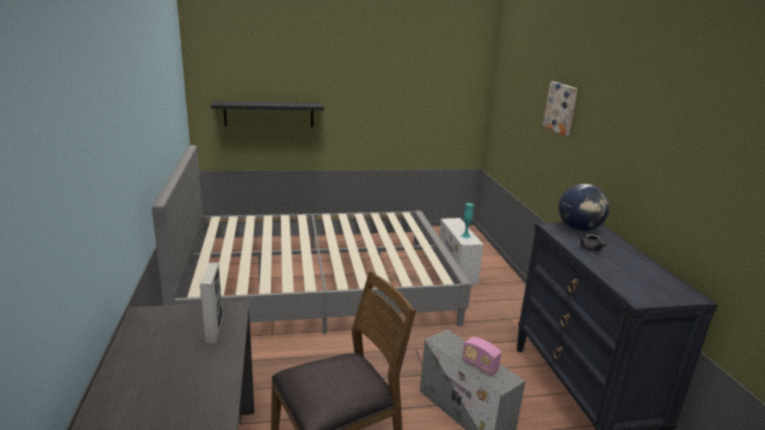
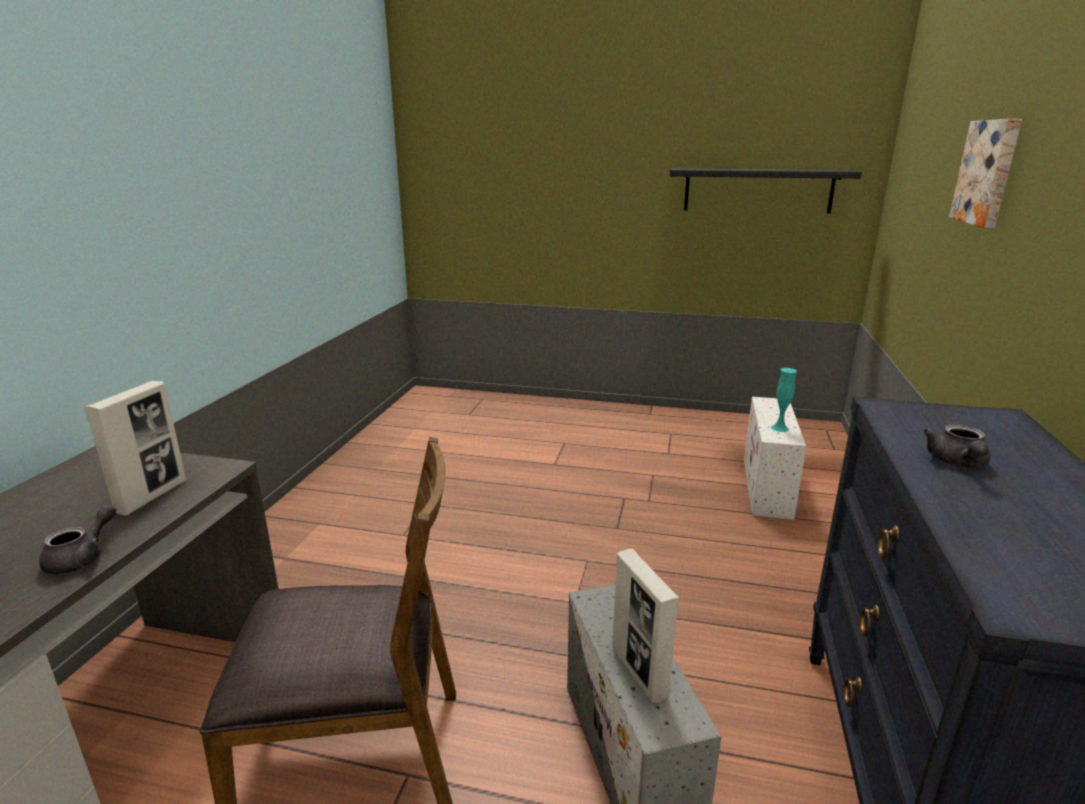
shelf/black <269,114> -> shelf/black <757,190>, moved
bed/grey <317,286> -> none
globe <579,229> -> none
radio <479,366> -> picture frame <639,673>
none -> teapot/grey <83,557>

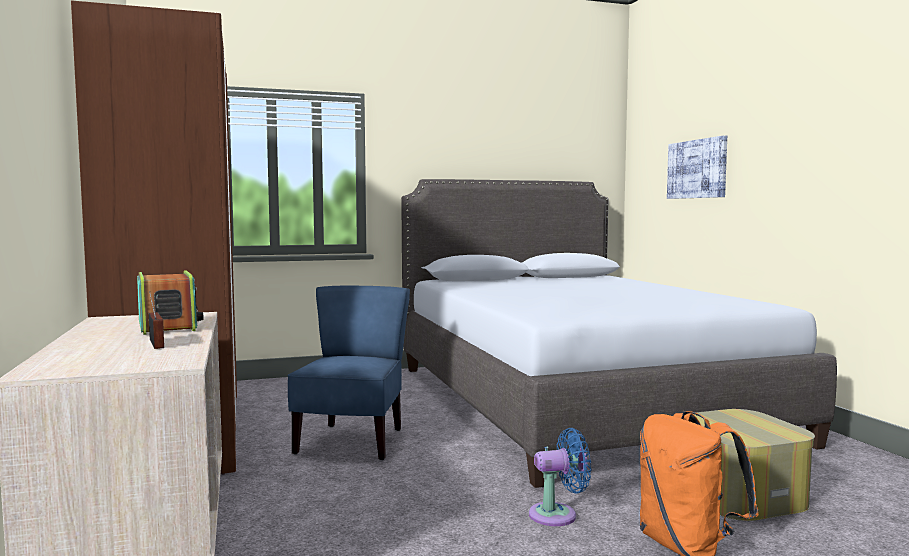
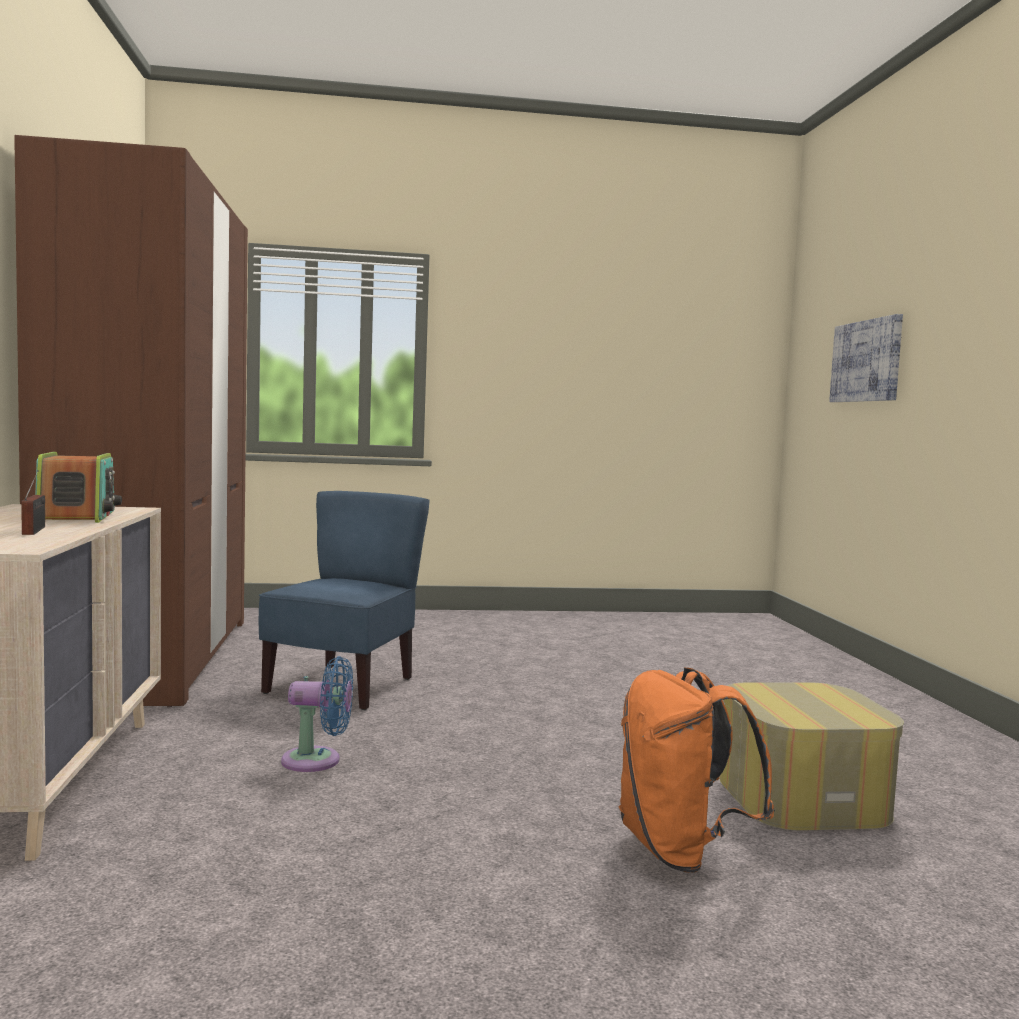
bed/grey <574,401> -> none
fan/blue <558,515> -> fan/blue <317,761>, moved

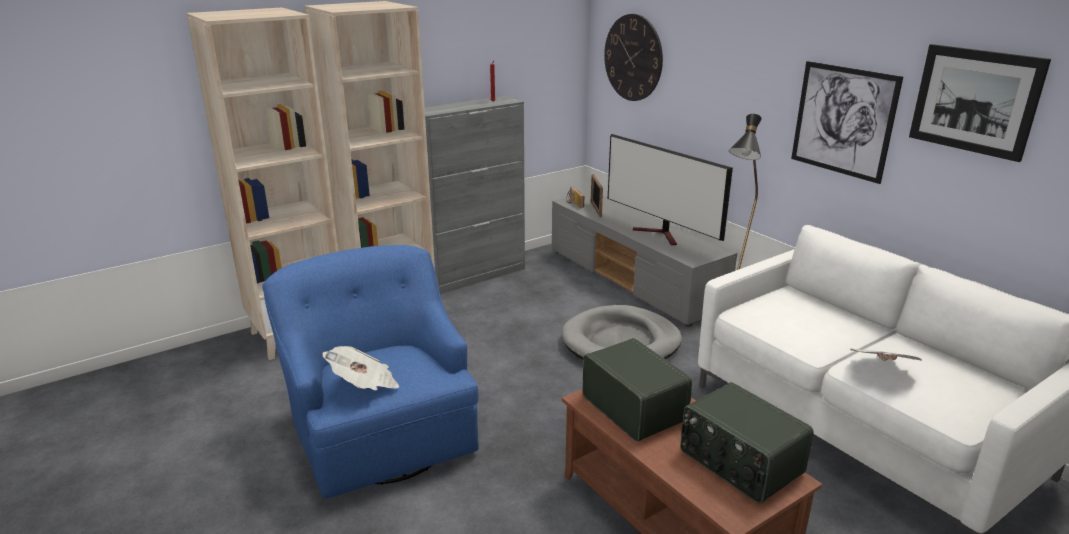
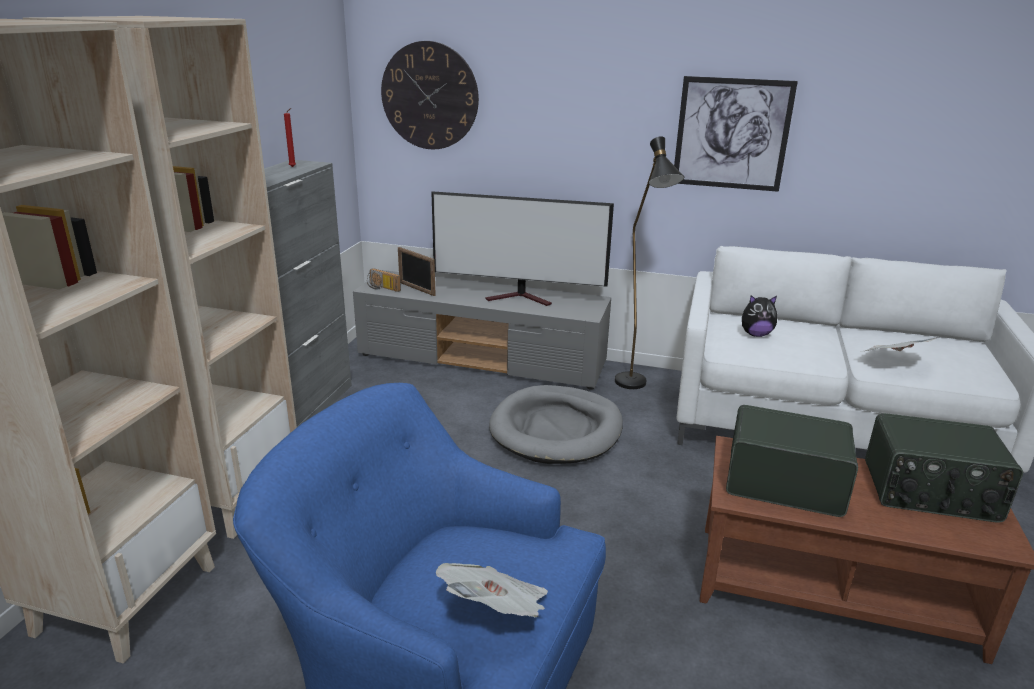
picture <974,101> -> none
none -> plush toy <755,334>

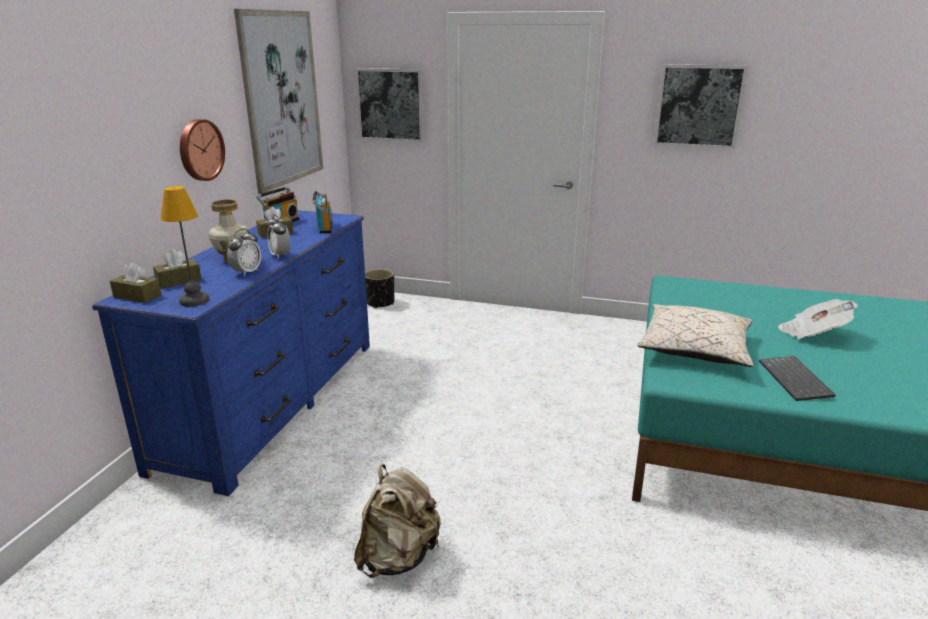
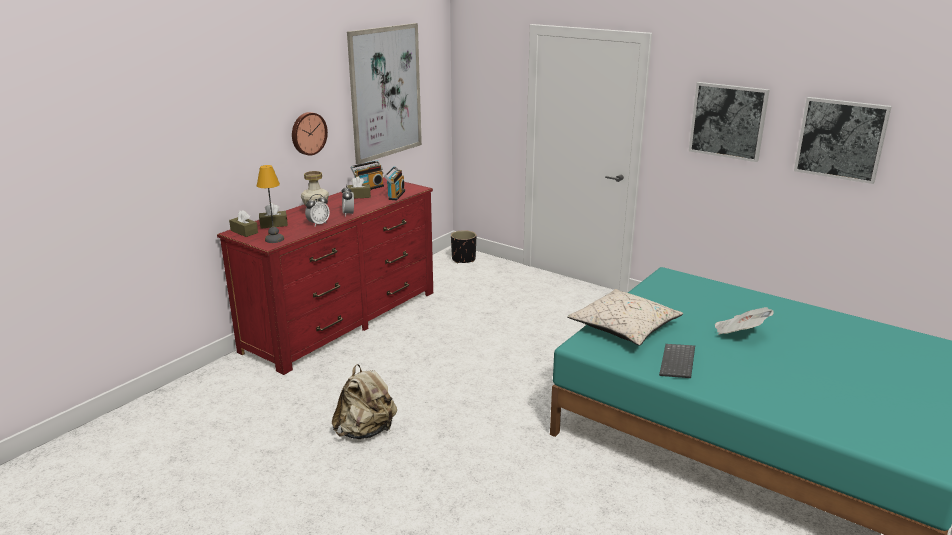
picture <390,105> -> picture <841,139>, moved
dresser/blue <274,400> -> dresser/red <343,320>

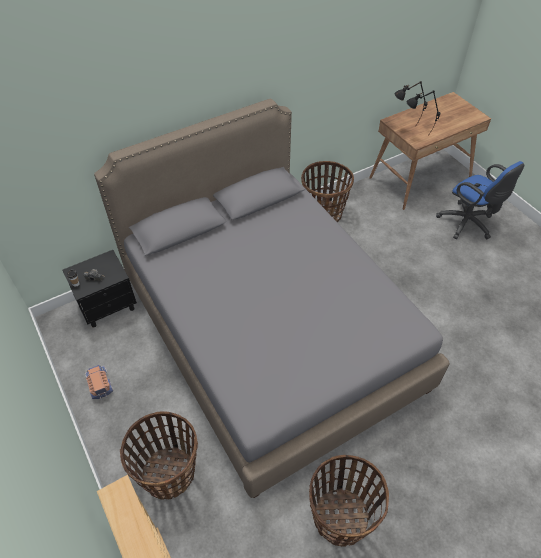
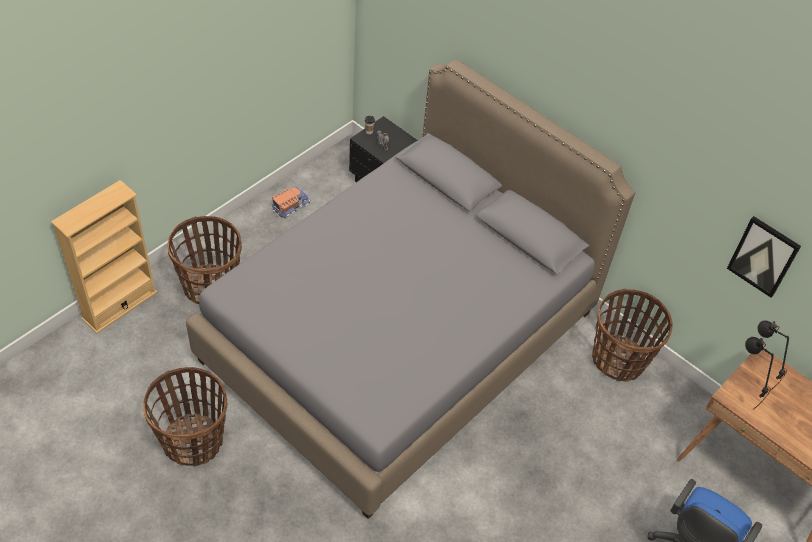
none -> picture <763,256>

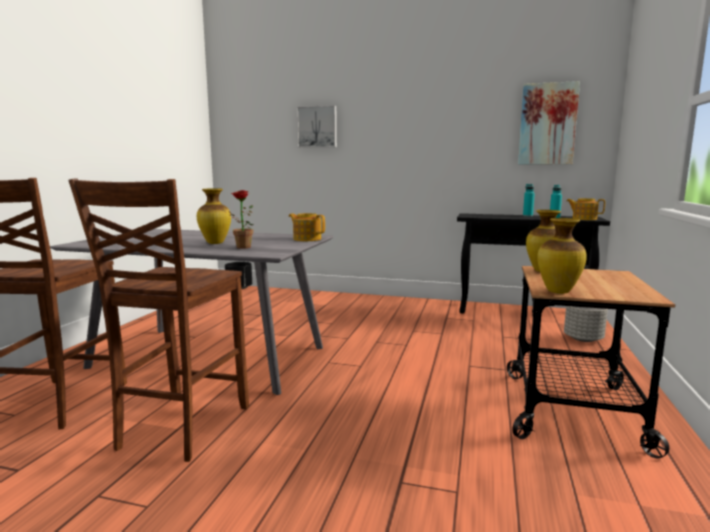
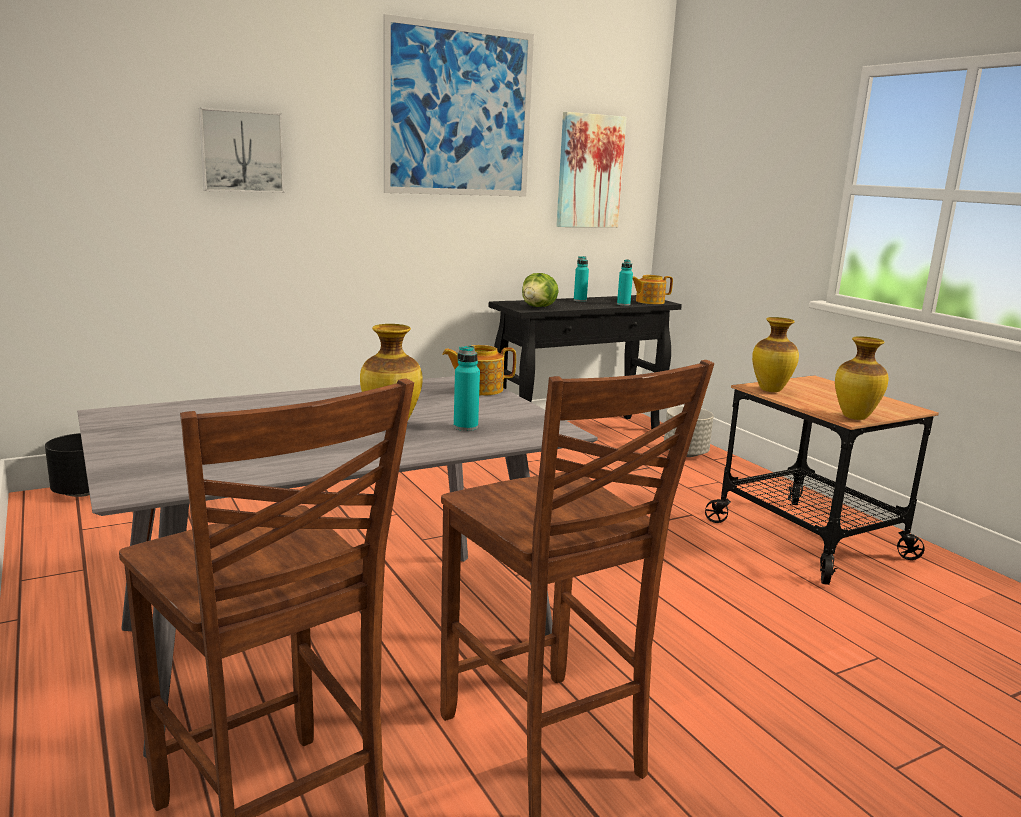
potted plant <240,247> -> bottle/turquoise <465,427>
none -> picture <459,112>
none -> lettuce <539,307>

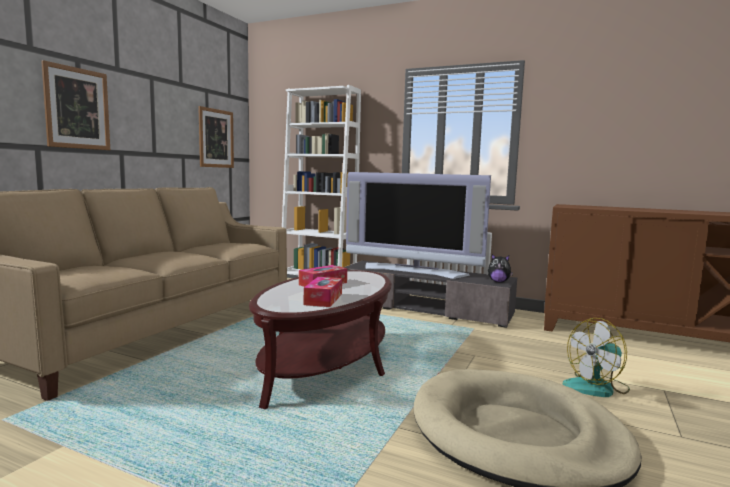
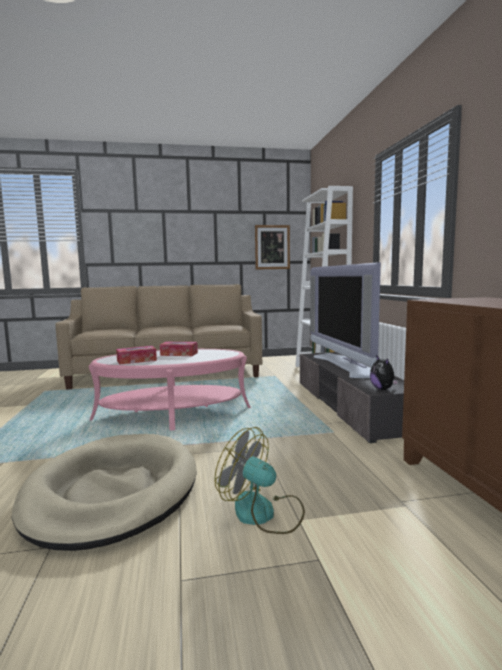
picture <77,108> -> none
coffee table/brown <326,363> -> coffee table/pink <172,413>

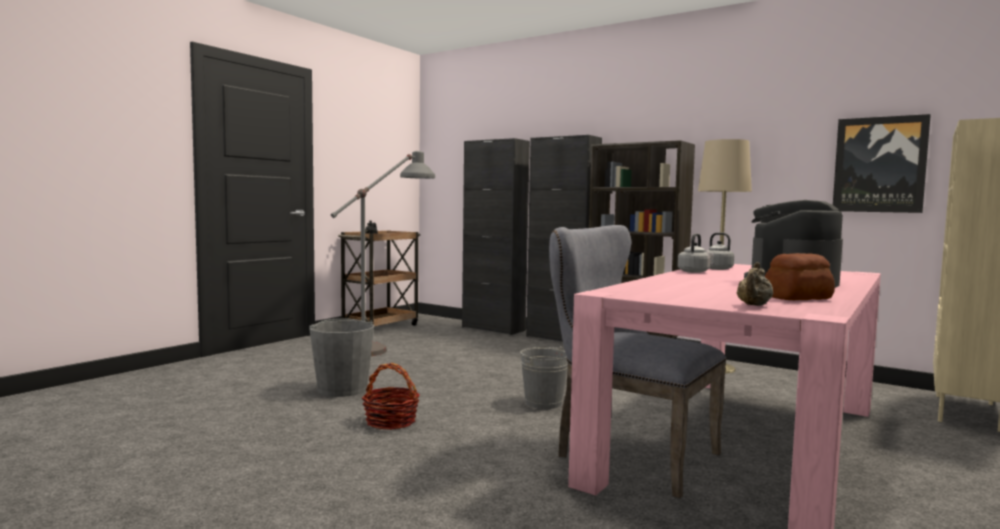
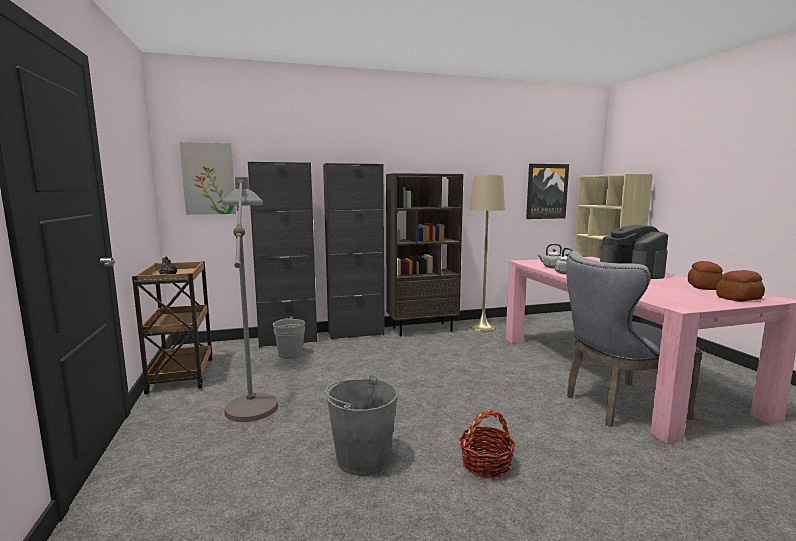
teapot/beige <753,305> -> bread <739,298>
bucket/grey <543,403> -> bucket/grey <290,354>, moved
none -> picture <209,179>

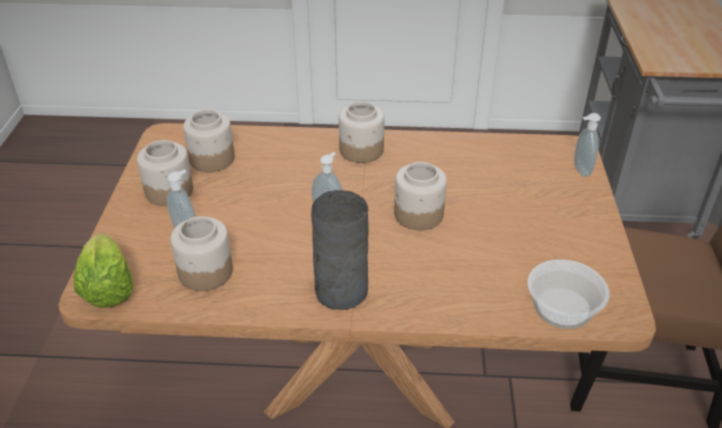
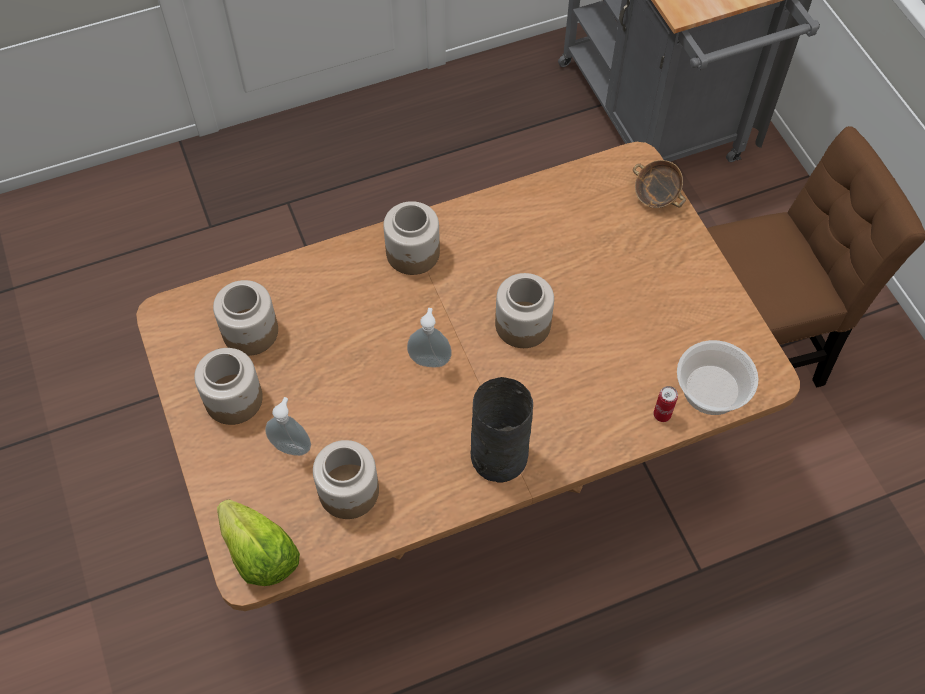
soap dispenser <580,170> -> bowl <656,196>
none -> can <662,415>

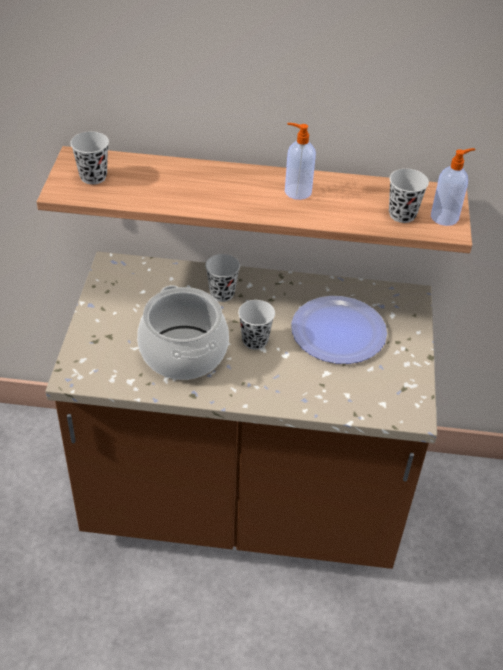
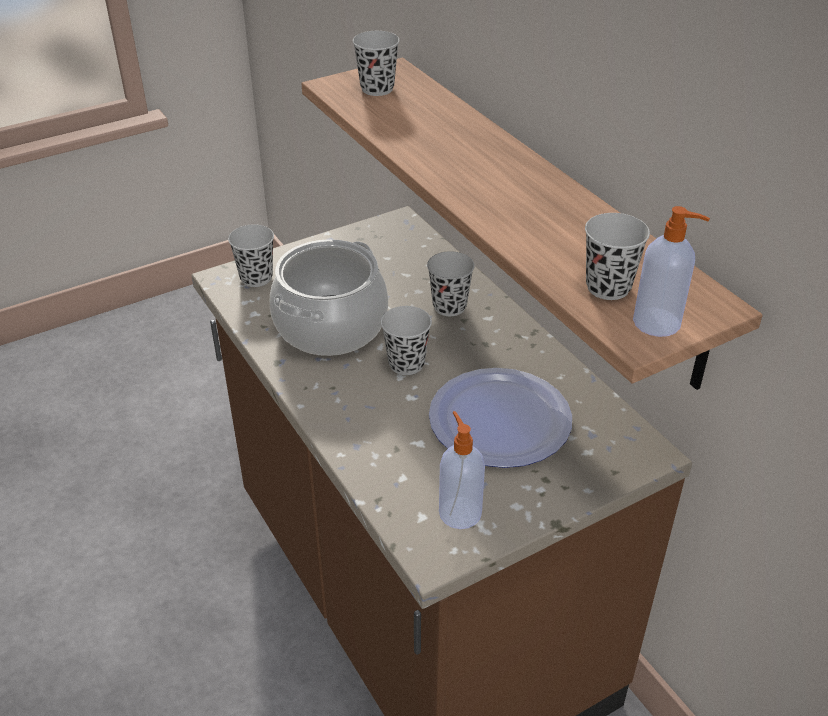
soap dispenser <297,191> -> soap dispenser <459,512>, moved
none -> cup/black <256,278>

